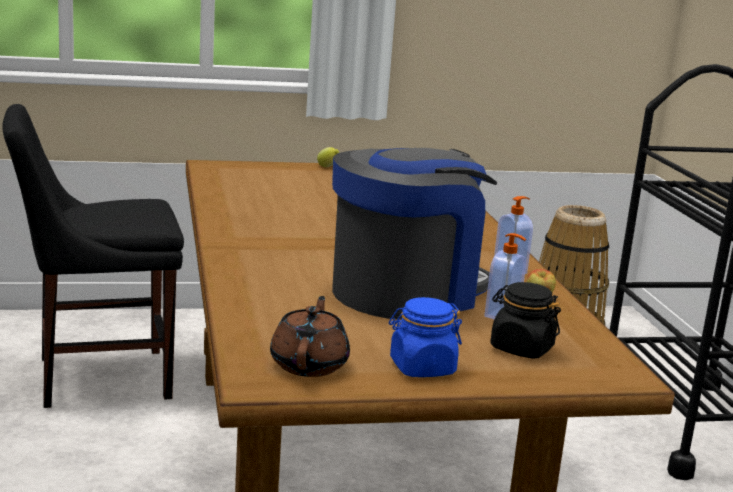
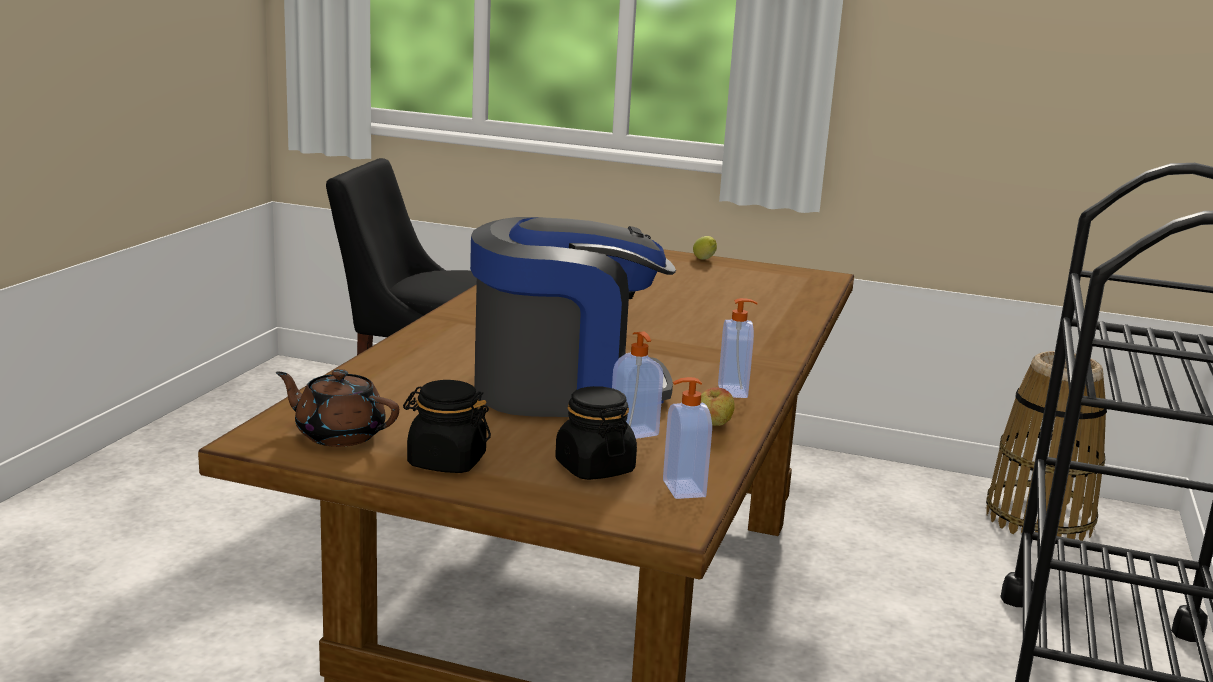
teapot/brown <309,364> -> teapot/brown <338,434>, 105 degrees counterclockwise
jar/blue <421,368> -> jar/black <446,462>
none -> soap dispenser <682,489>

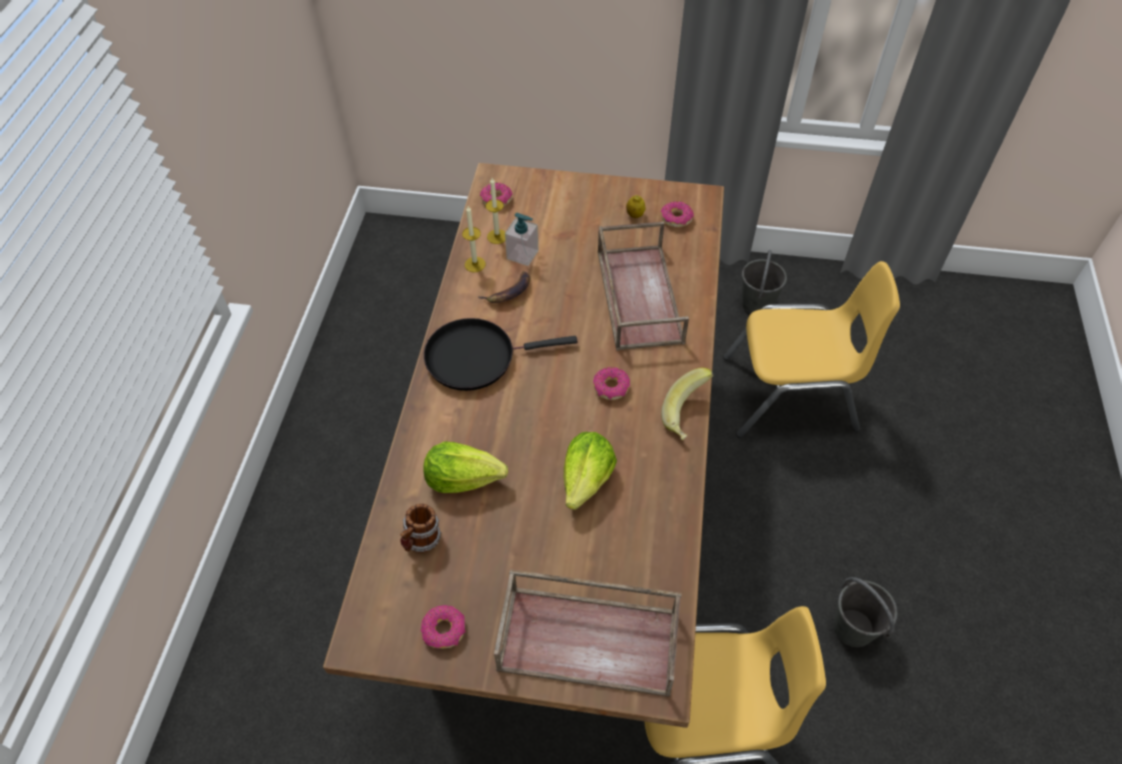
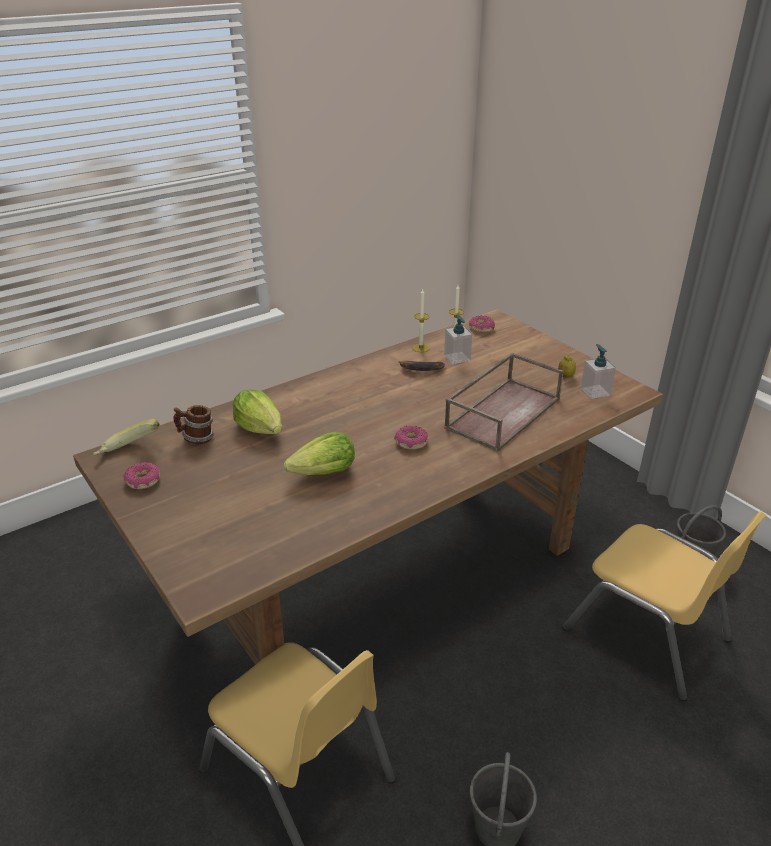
donut <676,218> -> soap dispenser <595,391>
frying pan/black <476,357> -> none
banana <688,415> -> banana <129,453>, moved
tray/brown <590,639> -> none

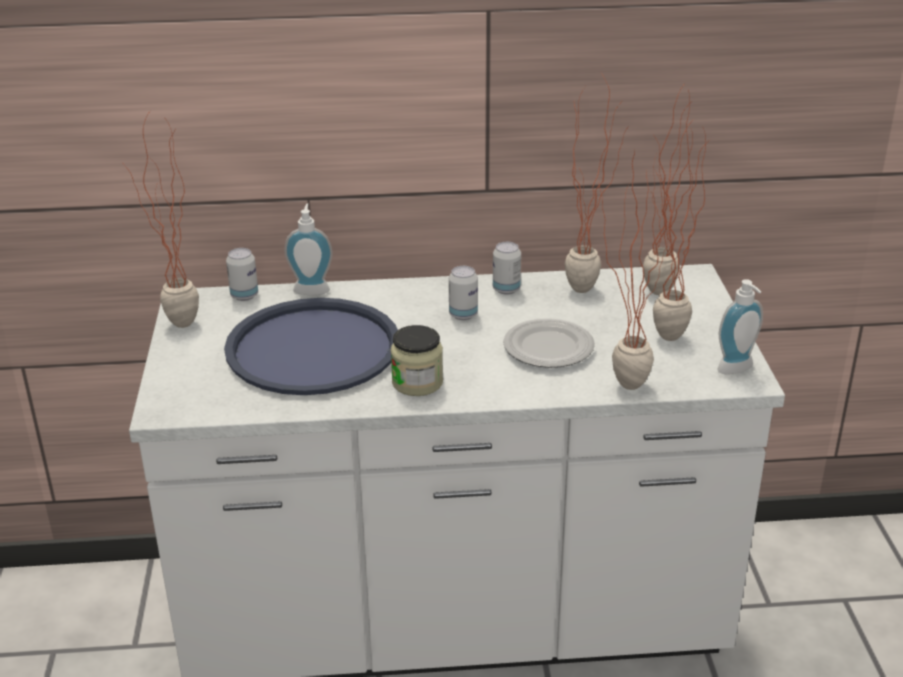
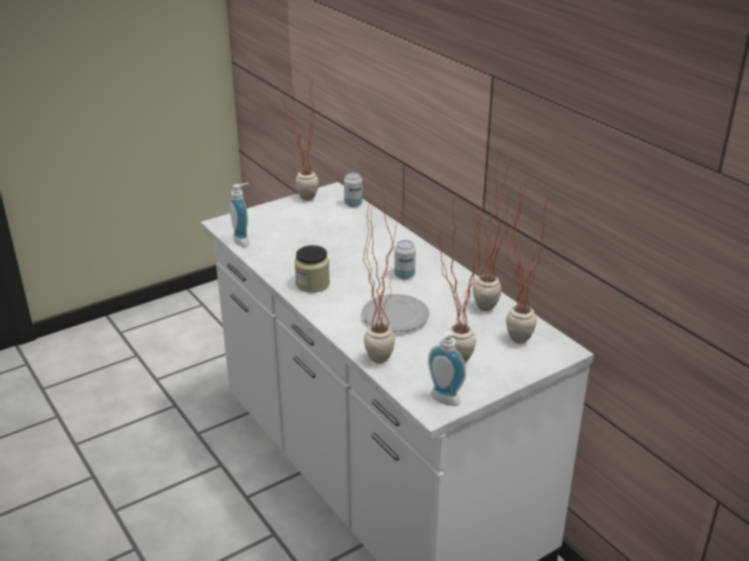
soap dispenser <312,288> -> soap dispenser <244,240>, moved
can <506,289> -> none
tray/blue <312,348> -> none

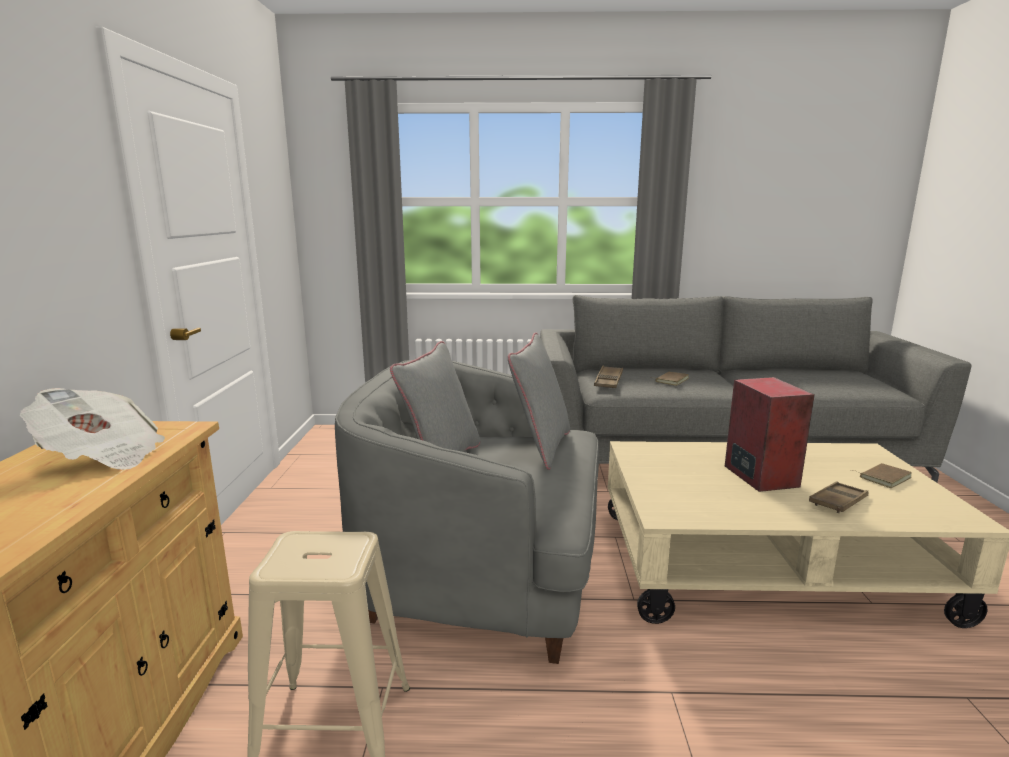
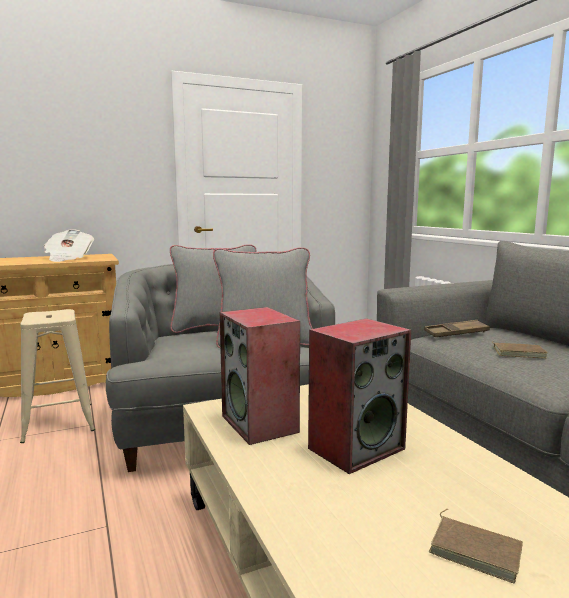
tray/brown <838,502> -> none
none -> speaker <261,424>

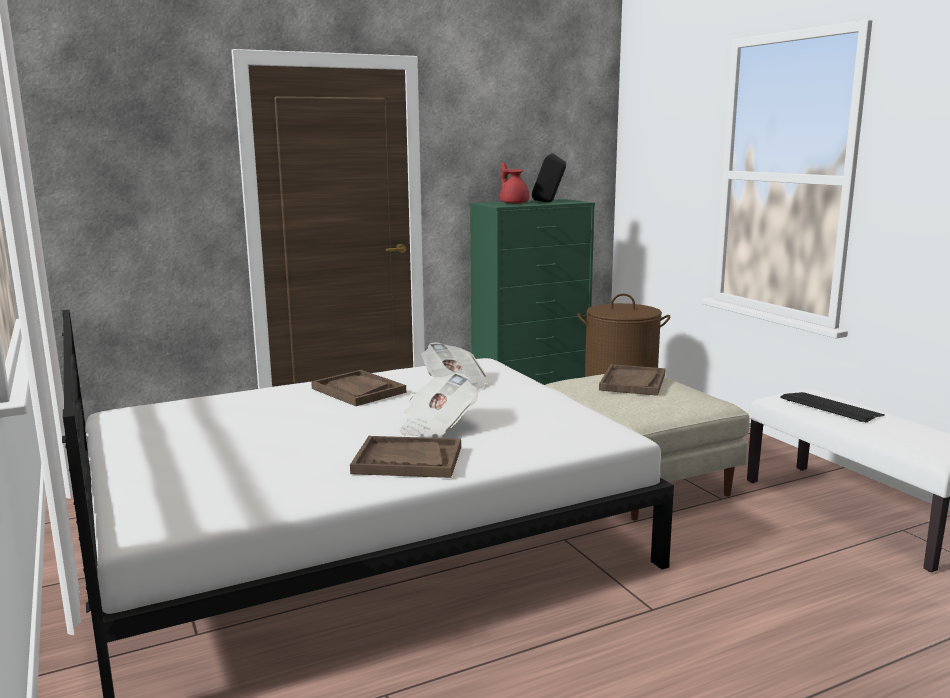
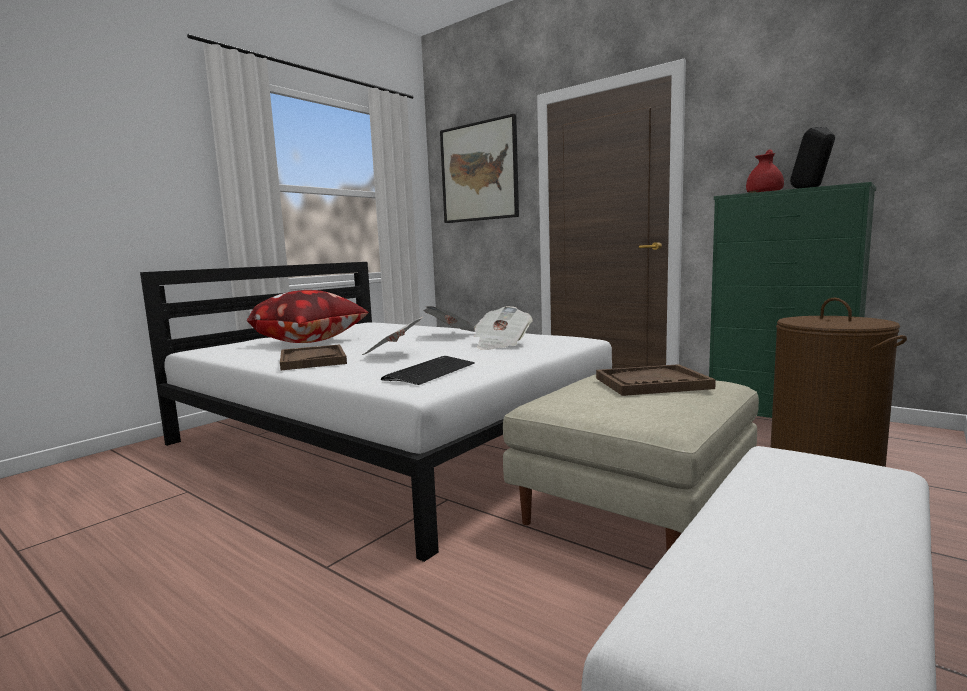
tray/brown <358,390> -> newspaper <453,334>
keyboard <831,408> -> keyboard <430,372>, moved
none -> picture <479,172>
none -> pillow <312,342>

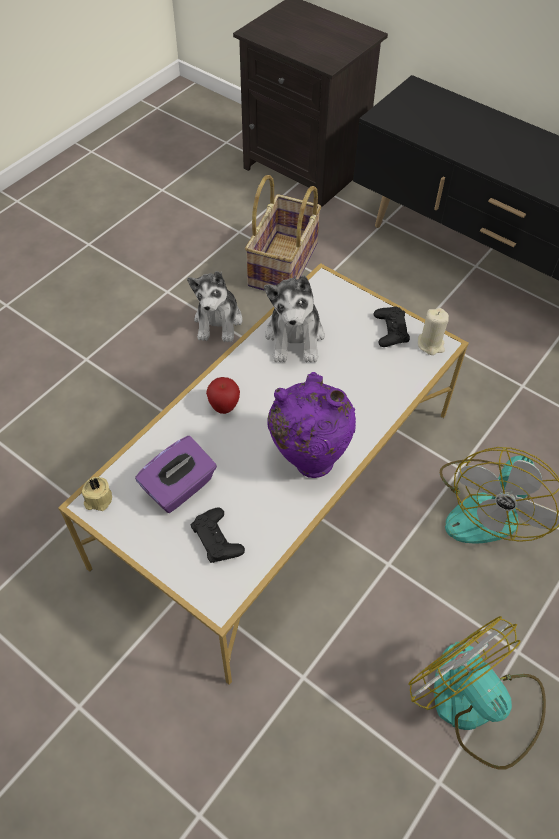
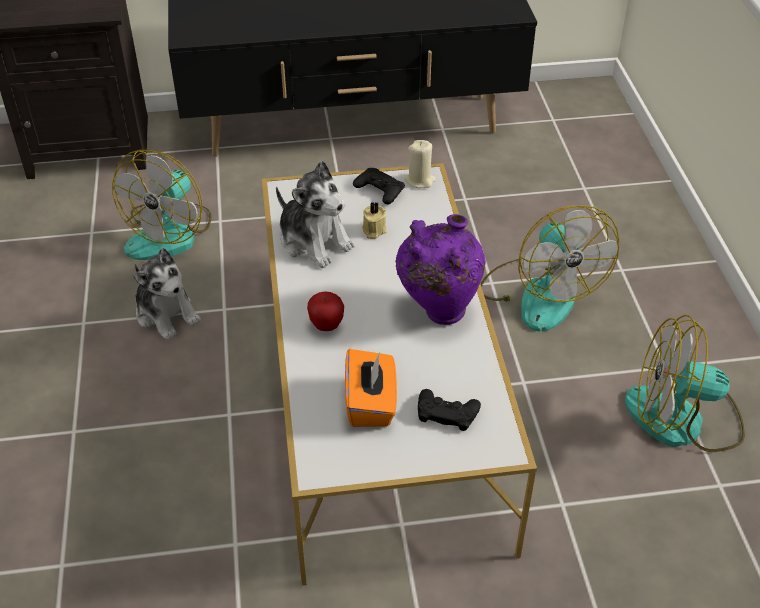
basket <284,265> -> fan <170,233>
tissue box/purple <179,487> -> tissue box/orange <371,404>
candle/beige <98,500> -> candle/beige <373,230>, moved

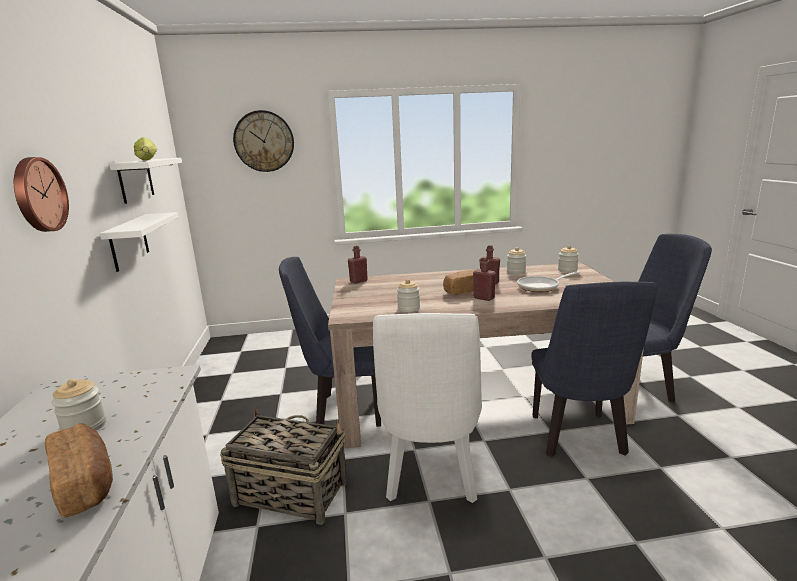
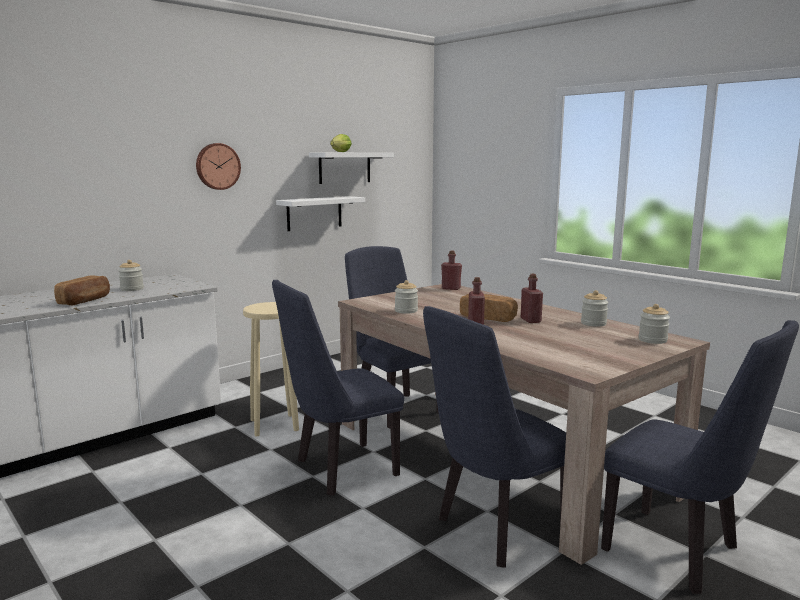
wall clock <264,141> -> none
frying pan <541,287> -> none
chair/white <431,480> -> chair/blue <339,470>
basket <289,493> -> stool/beige <274,424>

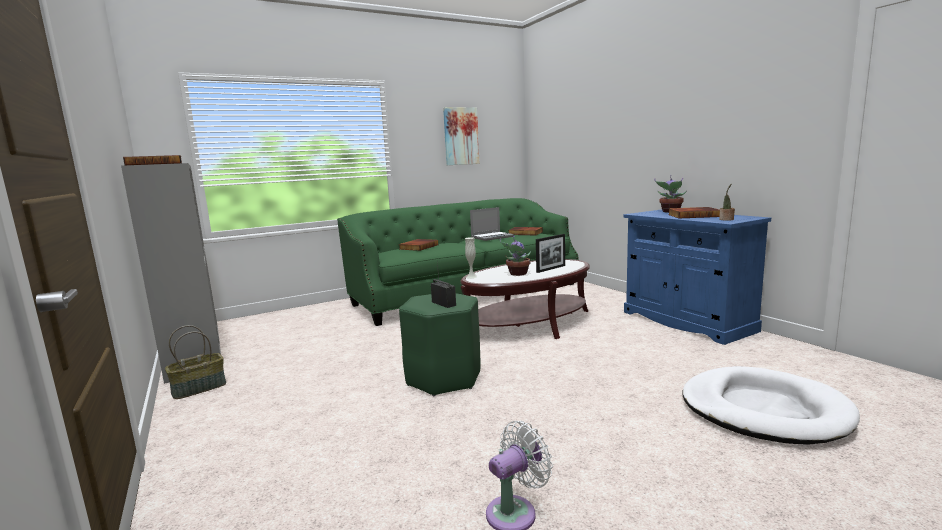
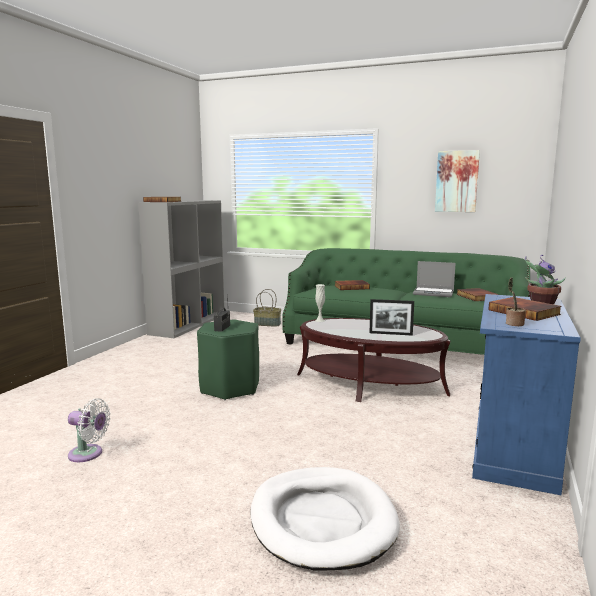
potted plant <517,274> -> none
basket <199,388> -> basket <267,324>, moved

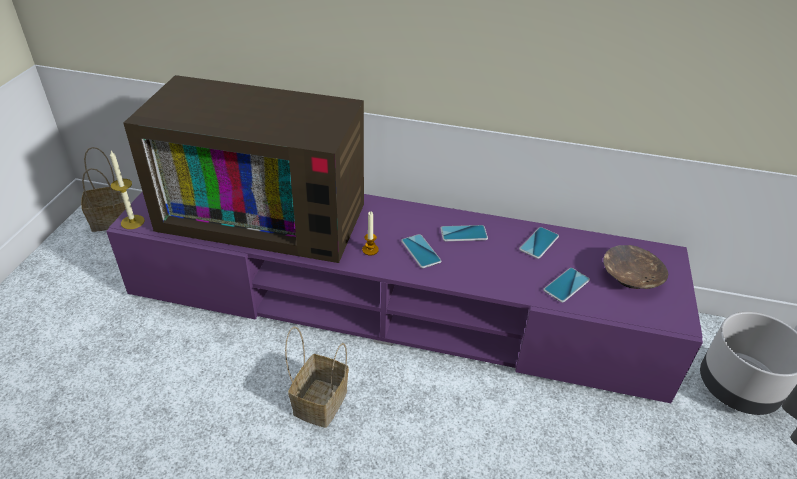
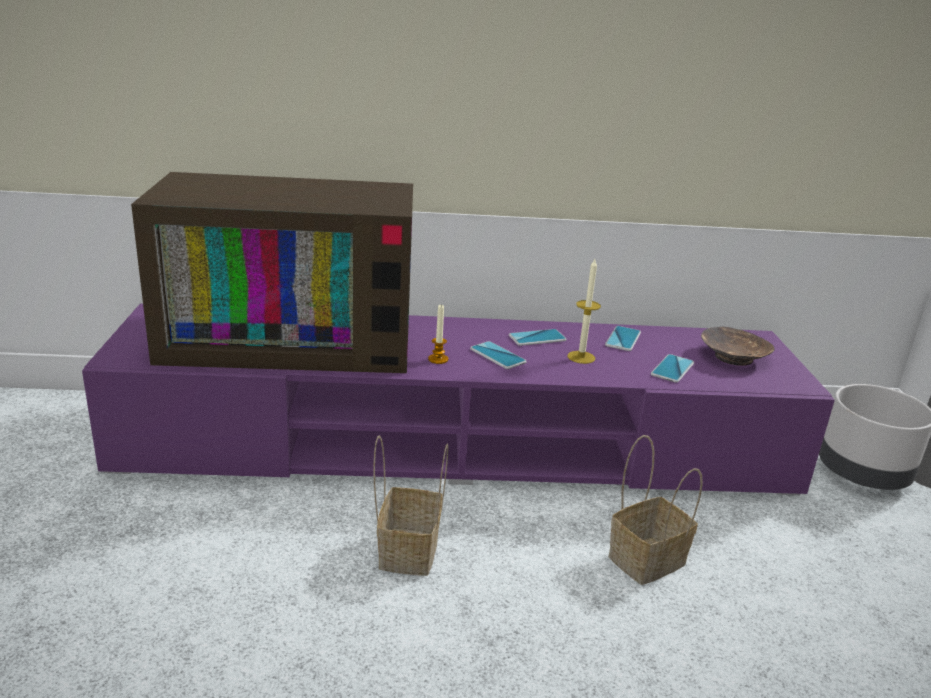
basket <113,219> -> basket <647,558>, moved
candle <132,222> -> candle <581,357>, moved

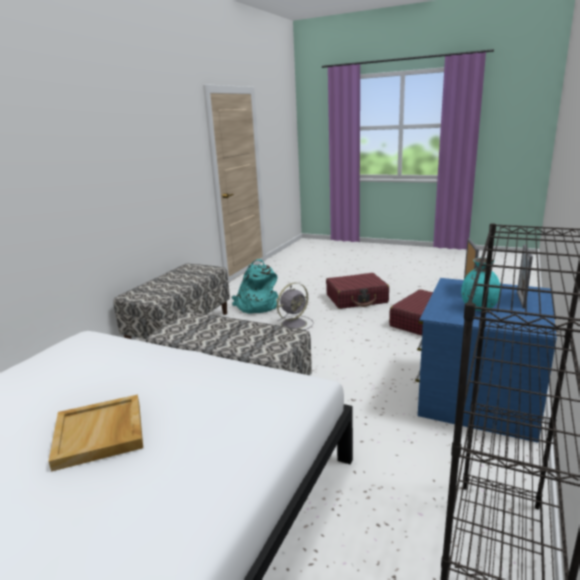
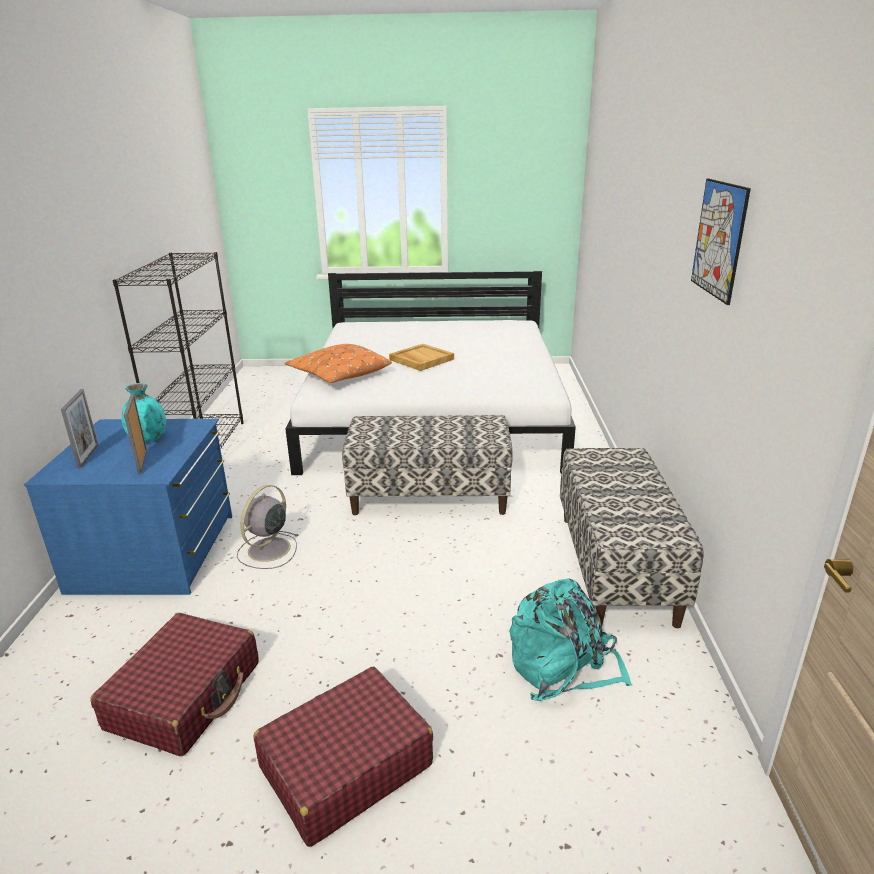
fan/grey <294,323> -> fan/grey <268,550>, moved
none -> picture <719,239>
none -> pillow/orange <338,375>

